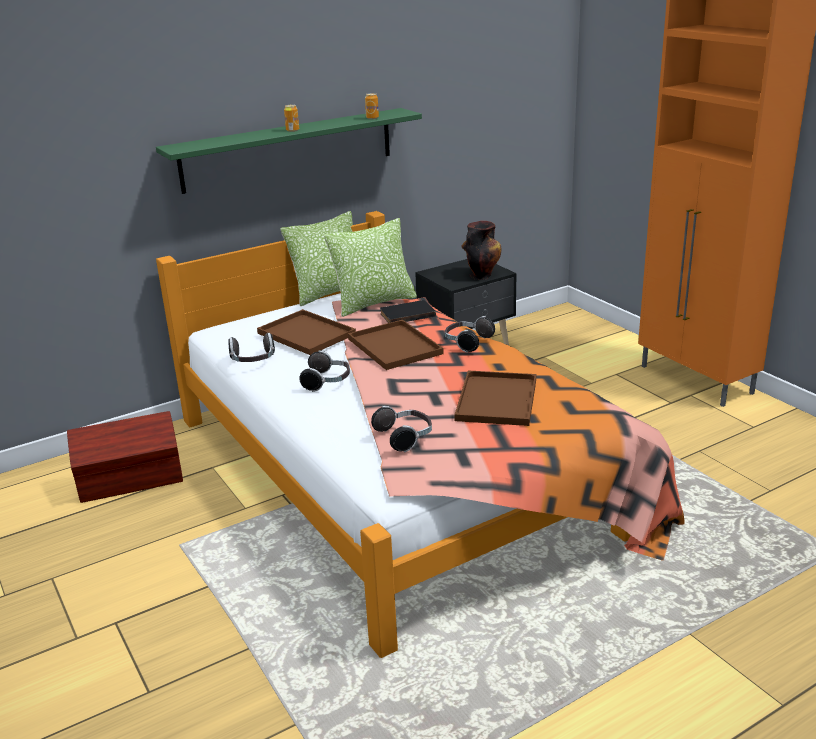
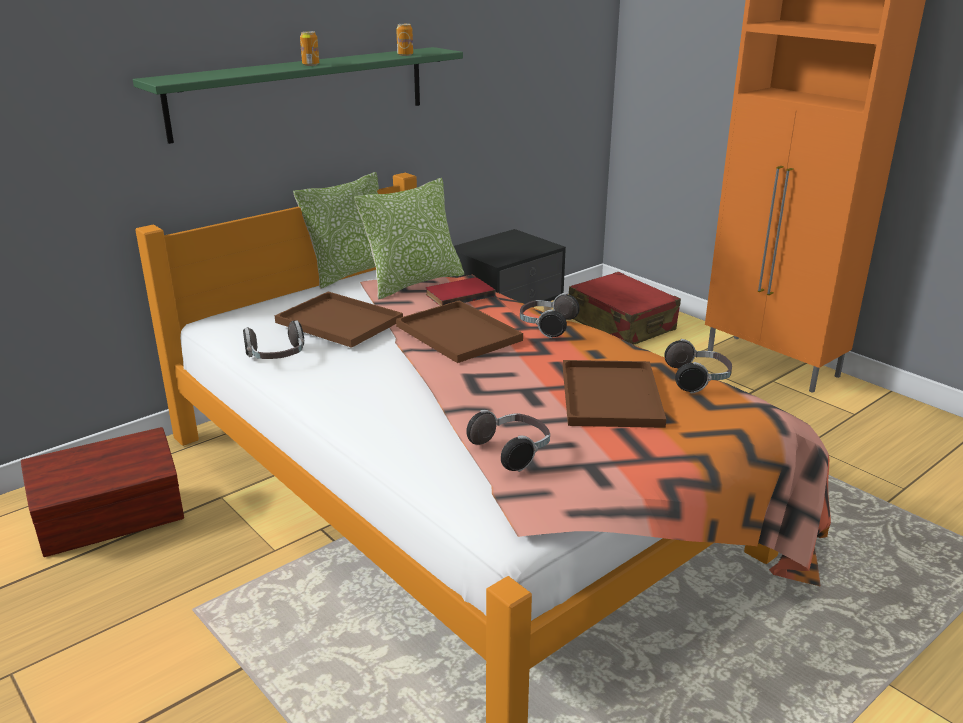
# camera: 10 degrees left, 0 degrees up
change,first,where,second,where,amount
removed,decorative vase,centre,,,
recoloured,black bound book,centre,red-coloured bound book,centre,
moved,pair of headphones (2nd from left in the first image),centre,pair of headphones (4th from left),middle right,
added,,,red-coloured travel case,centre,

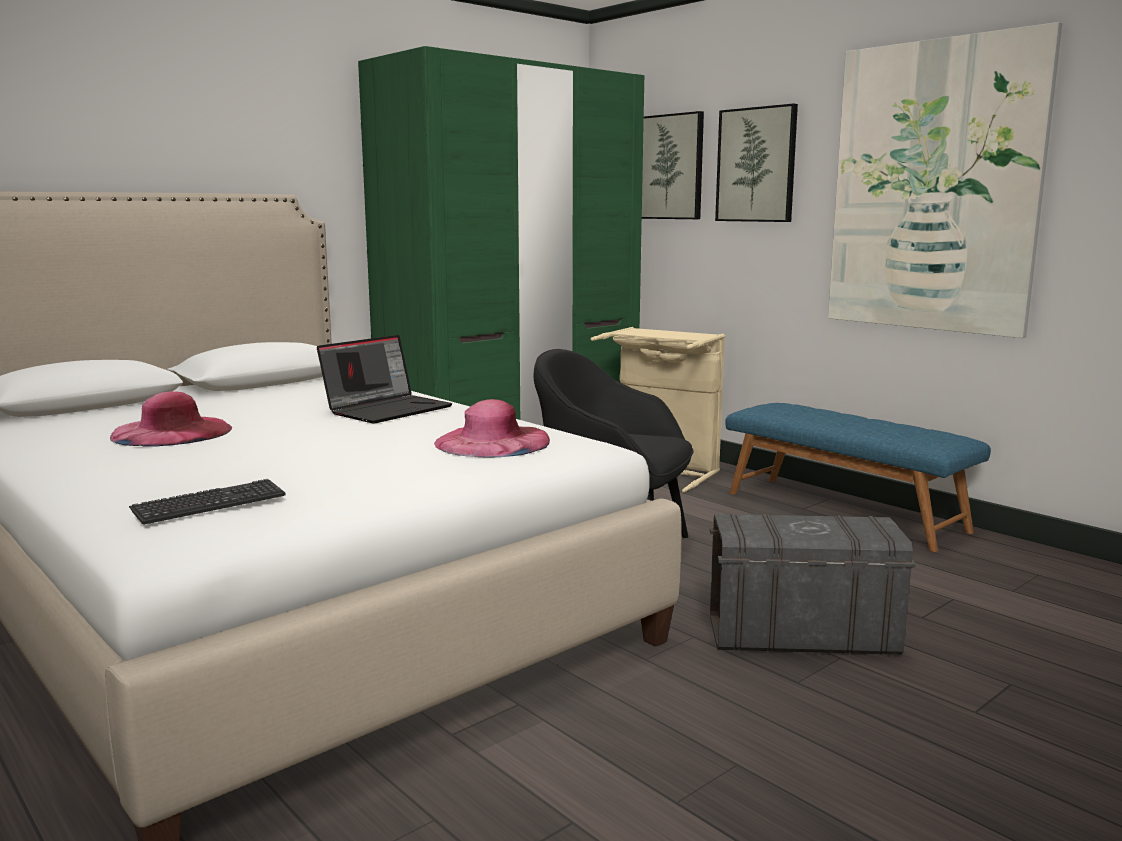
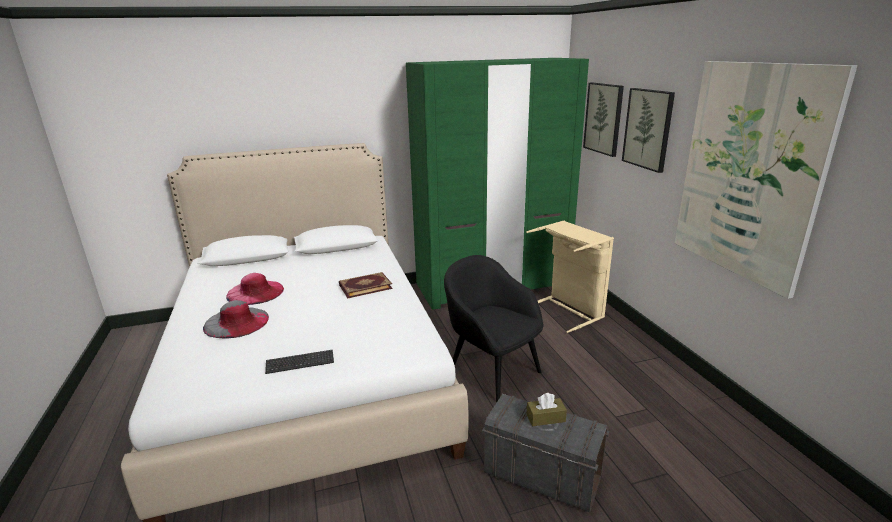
# camera: 25 degrees right, 10 degrees up
change,first,where,second,where,amount
replaced,portable computer,centre,bound book,centre,
removed,pinkish hat (2nd from left),centre,,,
removed,blue long seat,middle right,,,
moved,computer keyboard,middle left,,bottom centre,
added,,,gray hat,middle left,
added,,,brownish tissue holder,bottom centre,

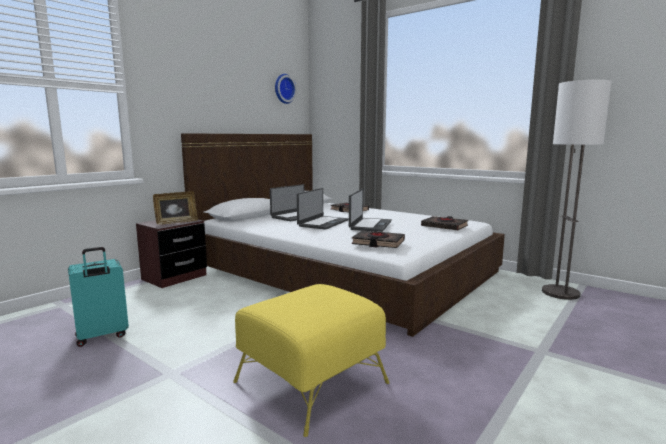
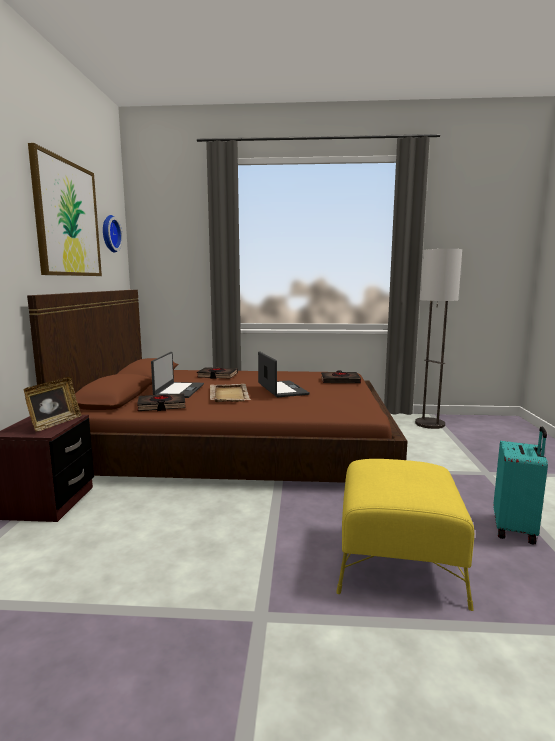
# camera: 35 degrees left, 0 degrees up
change,first,where,second,where,amount
recoloured,white-coloured bedroom bed,centre,brownish bedroom bed,centre,
replaced,portable computer (2nd from left),centre,beige-coloured tray,centre,
moved,black bound book (2nd from left in the first image),centre,black bound book (1st from left),middle left,
moved,blue-green travel case,bottom left,,middle right,
added,,,wall picture,top left,

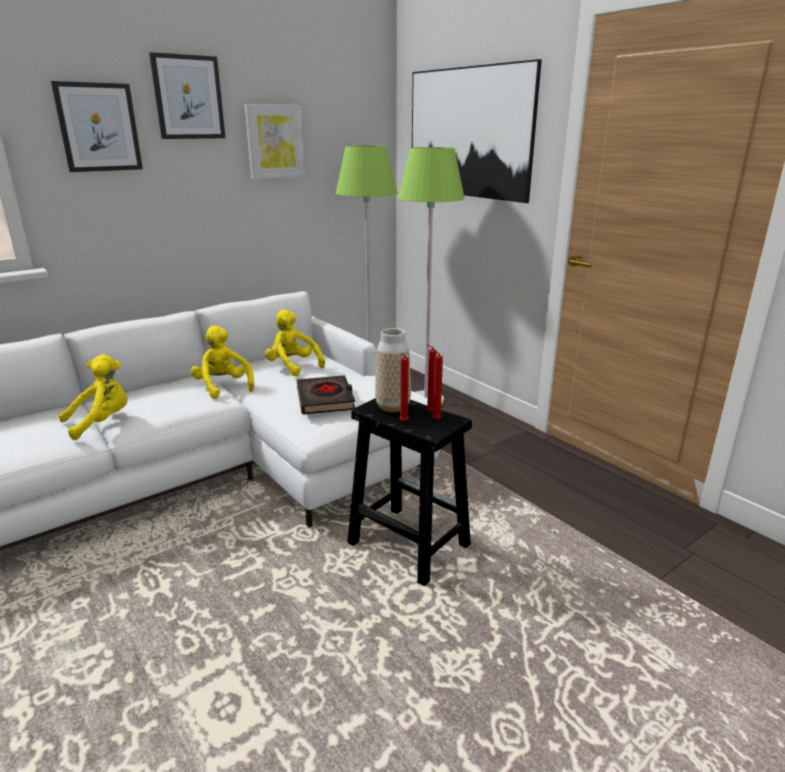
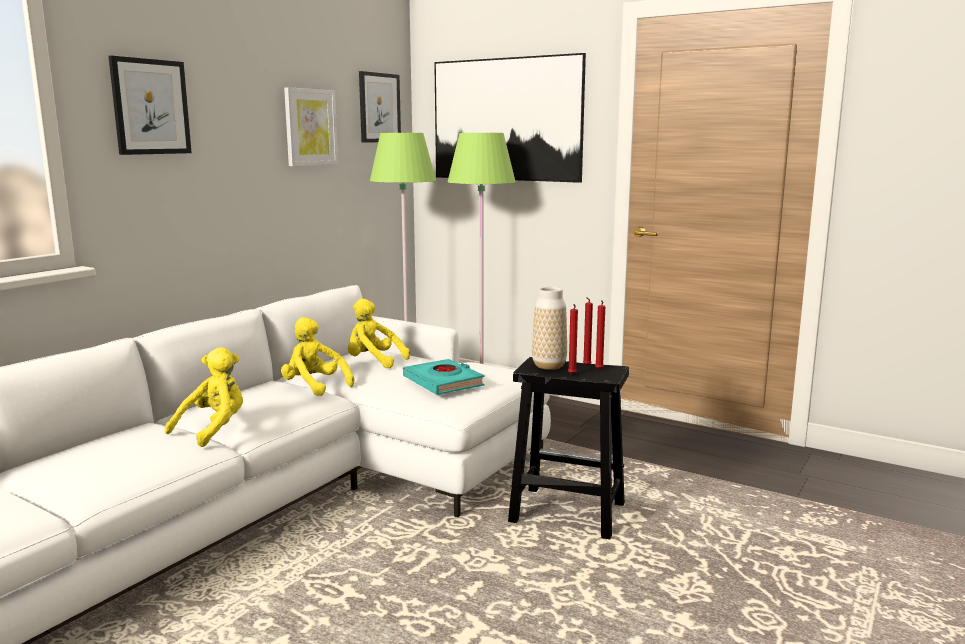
# camera: 20 degrees left, 10 degrees down
change,first,where,second,where,amount
moved,wall picture (2nd from left in the first image),top left,wall picture (3rd from left),top centre,
recoloured,black bound book,centre,blue-green bound book,centre,

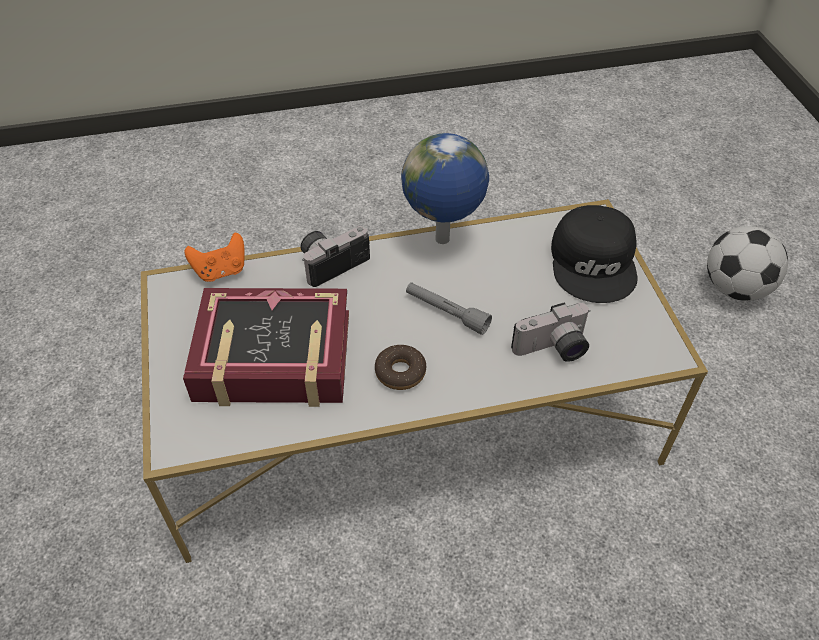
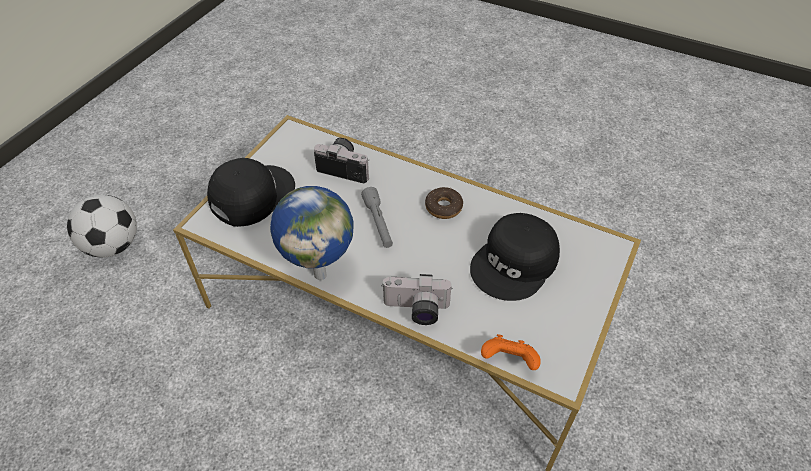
# camera: 140 degrees left, 0 degrees up
change,first,where,second,where,amount
replaced,bound book,middle left,black cap (2nd from left),centre,

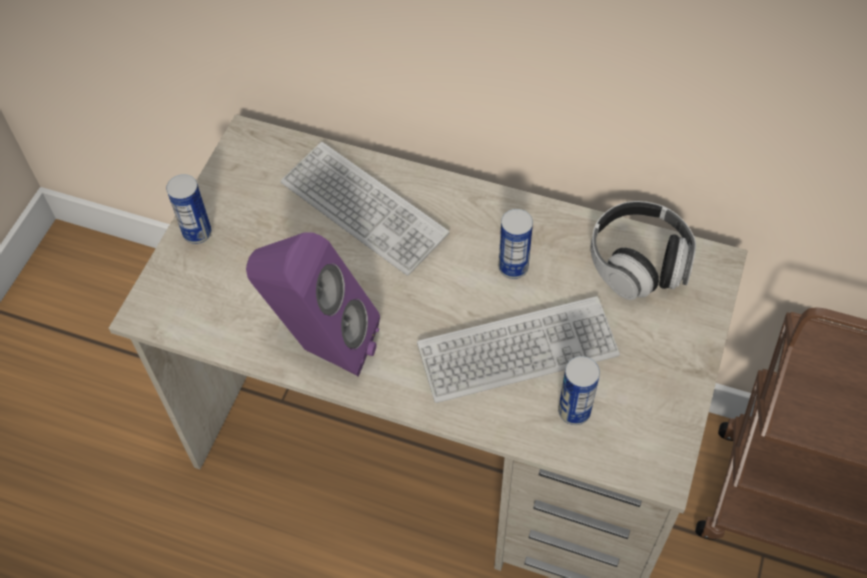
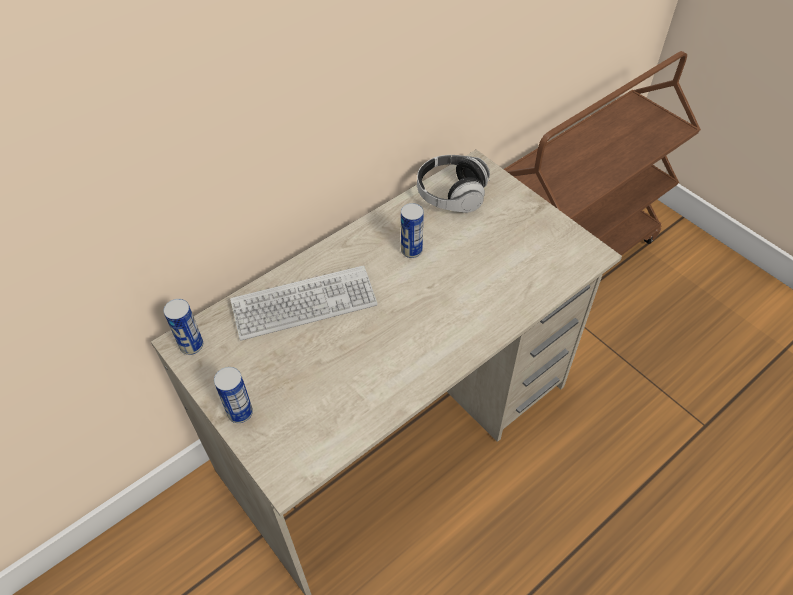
# camera: 60 degrees left, 5 degrees down
change,first,where,second,where,amount
removed,purplish audio speaker,centre,,,
removed,computer keyboard (2nd from left),centre,,,
moved,can (3rd from left in the first image),bottom right,can (1st from left),middle left,

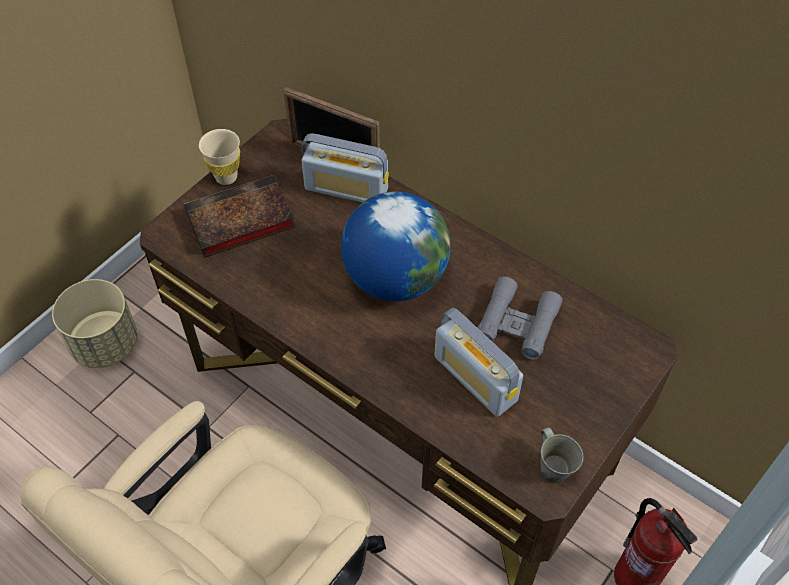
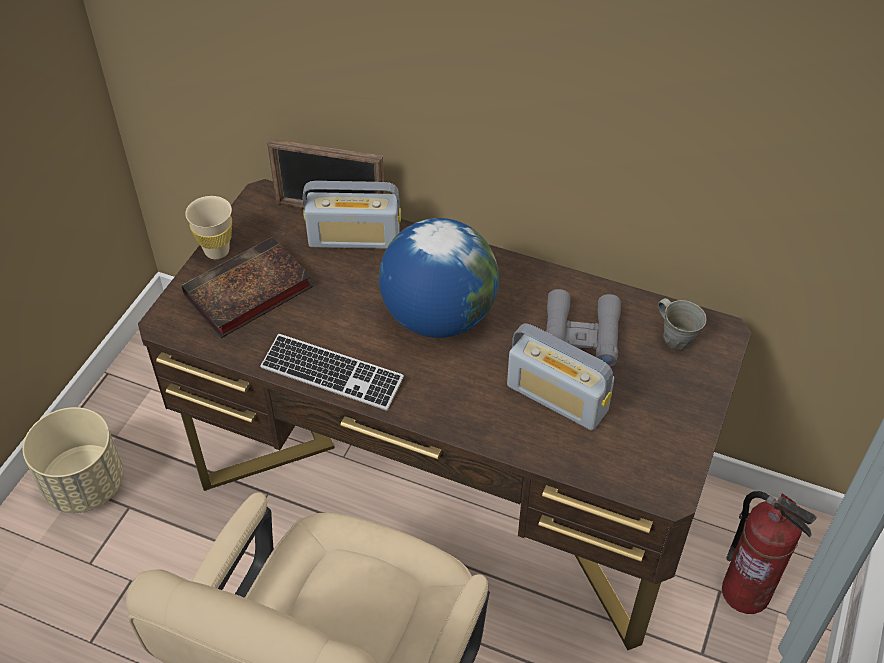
# camera: 15 degrees left, 5 degrees down
change,first,where,second,where,amount
moved,gray mug,bottom right,,middle right,
added,,,computer keyboard,centre,

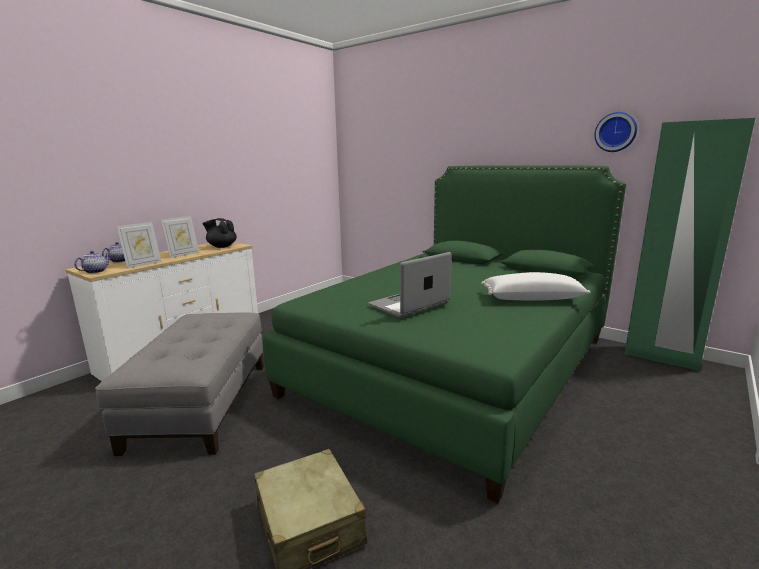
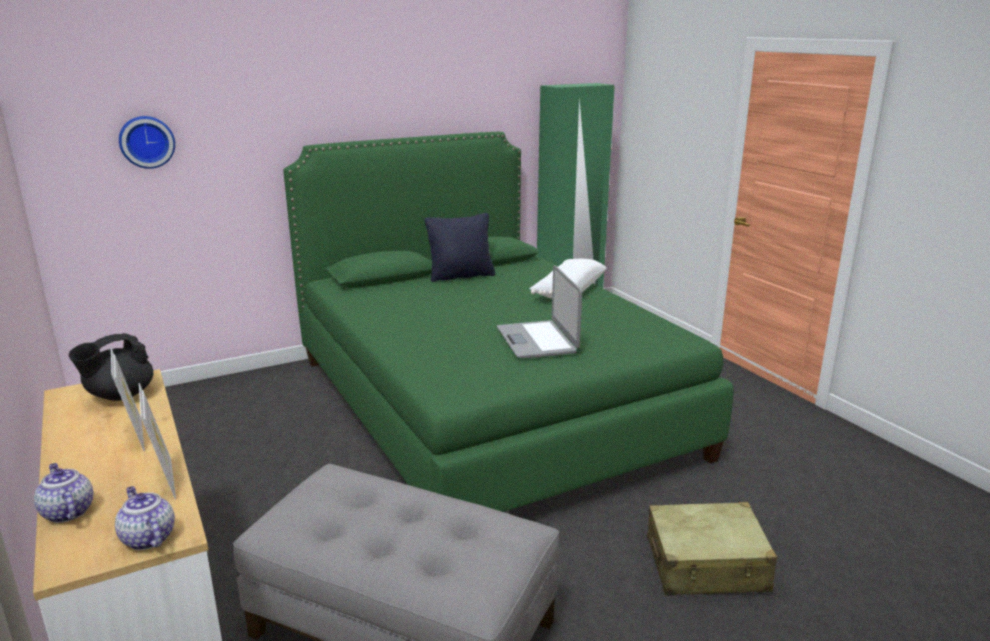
# camera: 65 degrees left, 5 degrees up
change,first,where,second,where,amount
moved,wall clock,top right,,top left,
added,,,black throw pillow,centre,

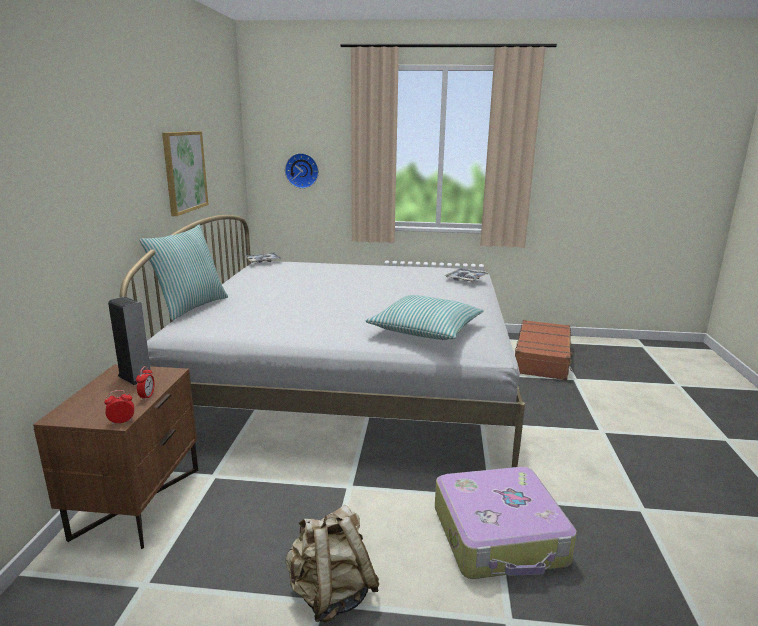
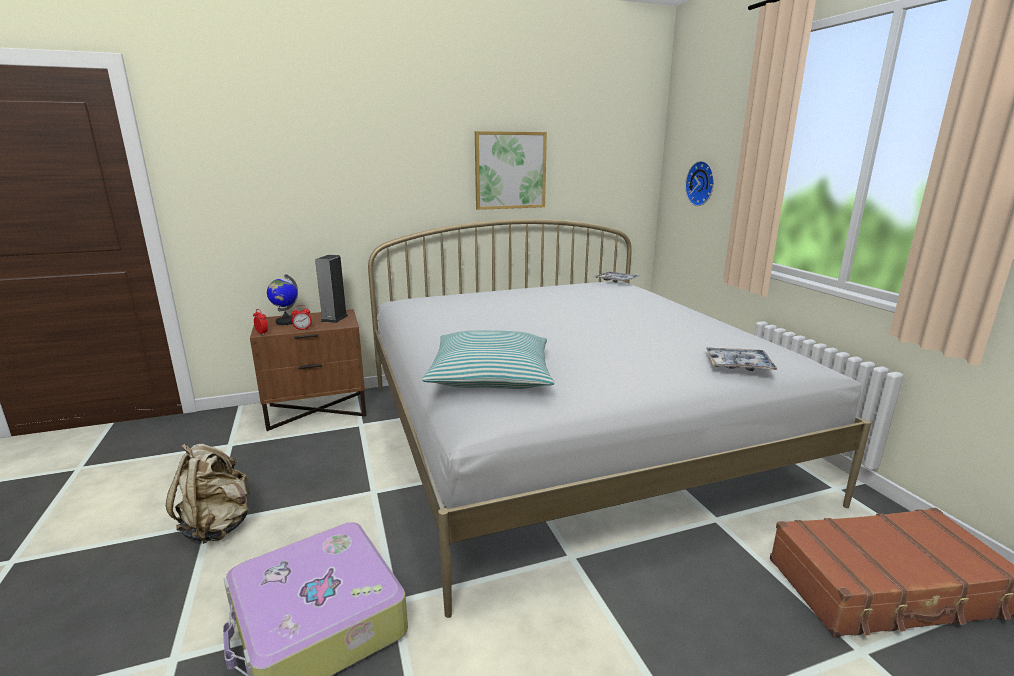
# camera: 65 degrees right, 0 degrees up
change,first,where,second,where,amount
removed,throw pillow (1st from left),middle left,,,
added,,,desk globe,middle left,

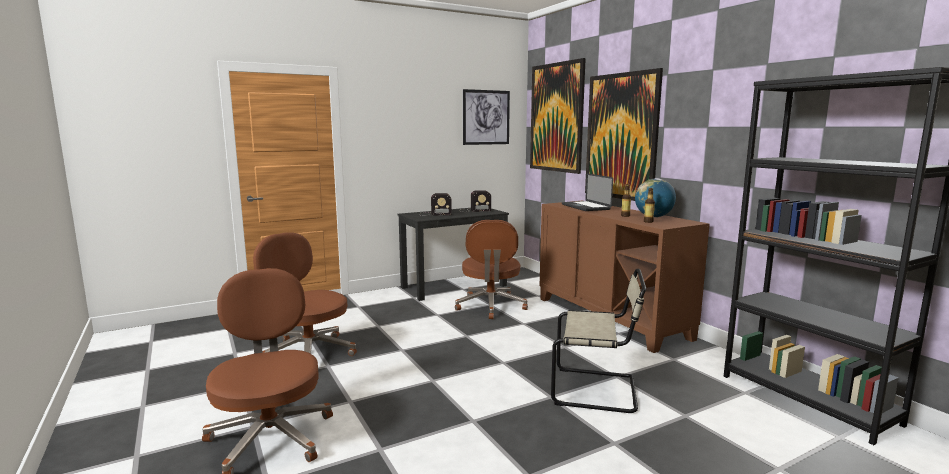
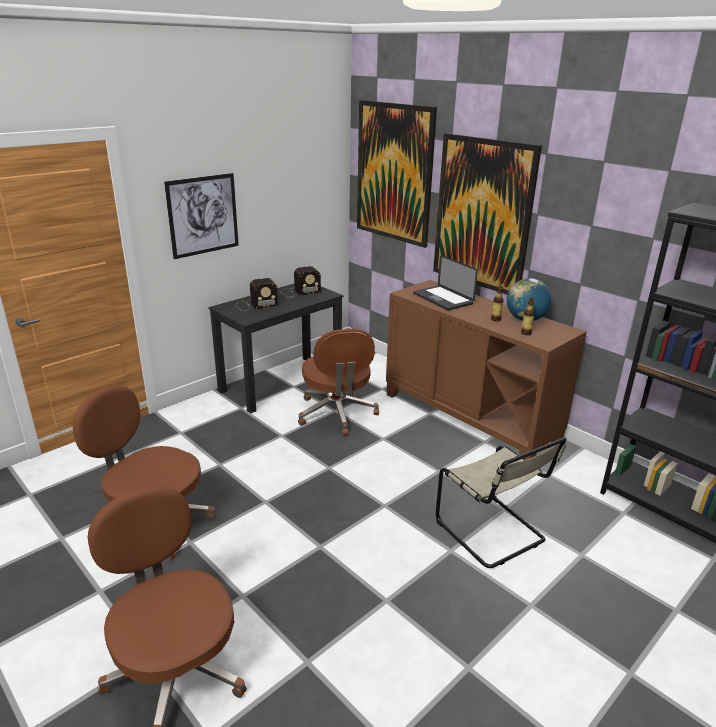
# camera: 15 degrees left, 15 degrees up
change,first,where,second,where,amount
moved,wall picture (1st from left),top centre,,top left,
turned,beige-coloured chair,bottom centre,,bottom right,60 degrees clockwise

